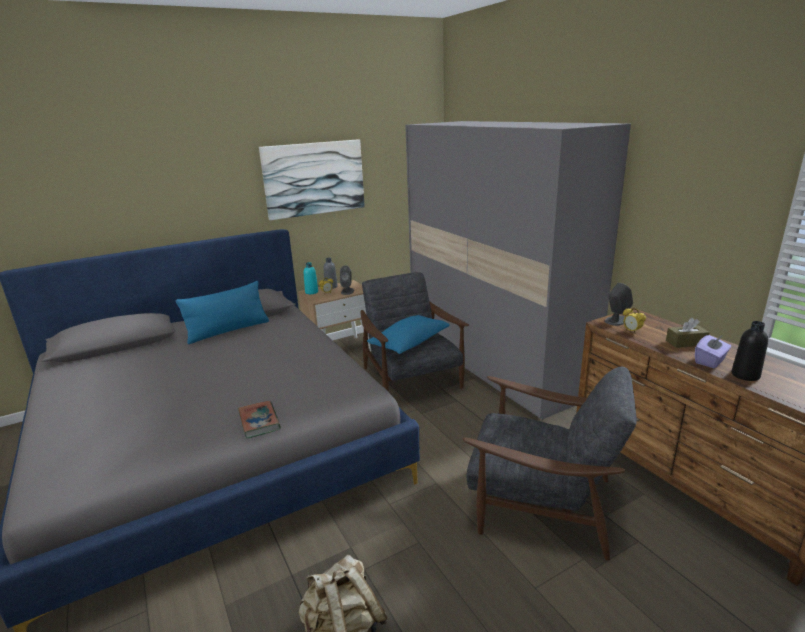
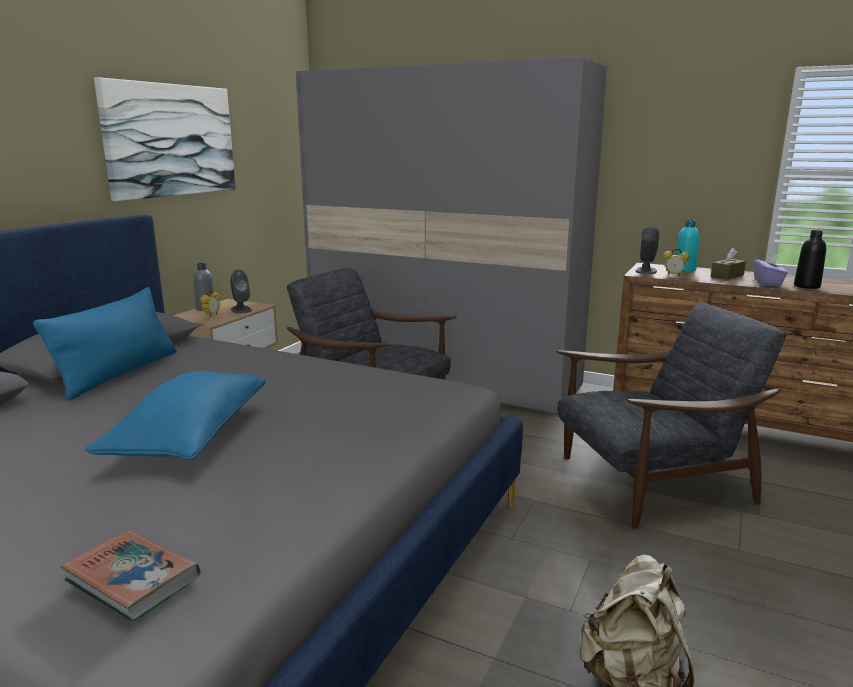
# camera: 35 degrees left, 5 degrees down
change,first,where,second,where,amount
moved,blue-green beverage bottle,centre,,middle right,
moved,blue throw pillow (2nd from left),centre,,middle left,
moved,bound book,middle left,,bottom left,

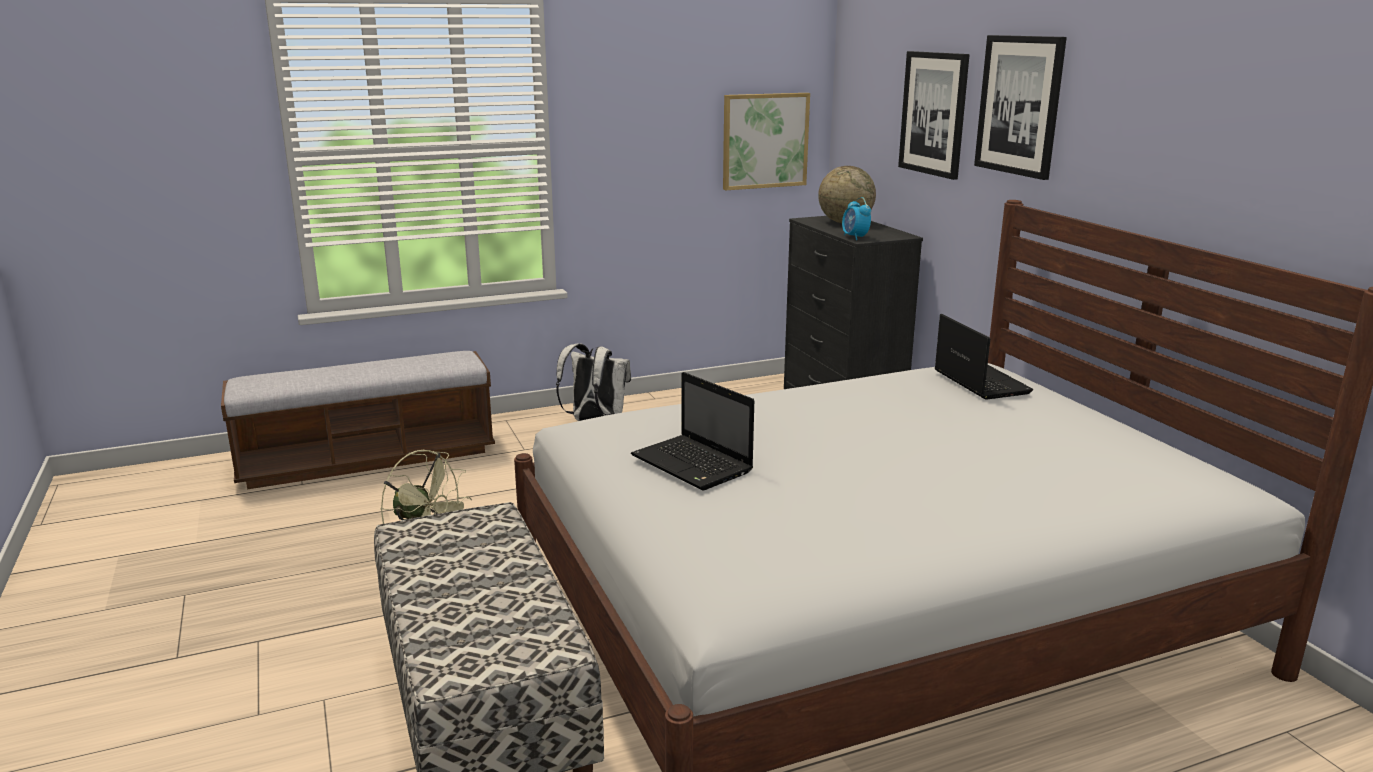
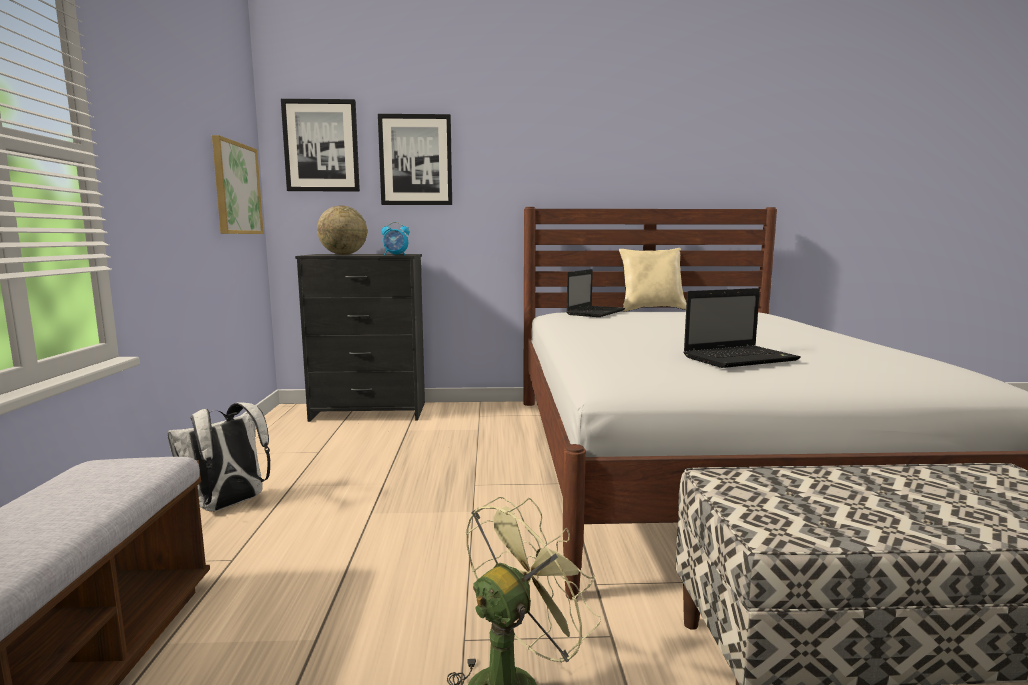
# camera: 70 degrees left, 10 degrees down
change,first,where,second,where,amount
moved,wall picture (3rd from left in the first image),top right,wall picture (2nd from left),top left,
turned,portable computer (2nd from left in the first image),middle right,portable computer (1st from left),centre,120 degrees clockwise
added,,,beige-coloured throw pillow,centre,

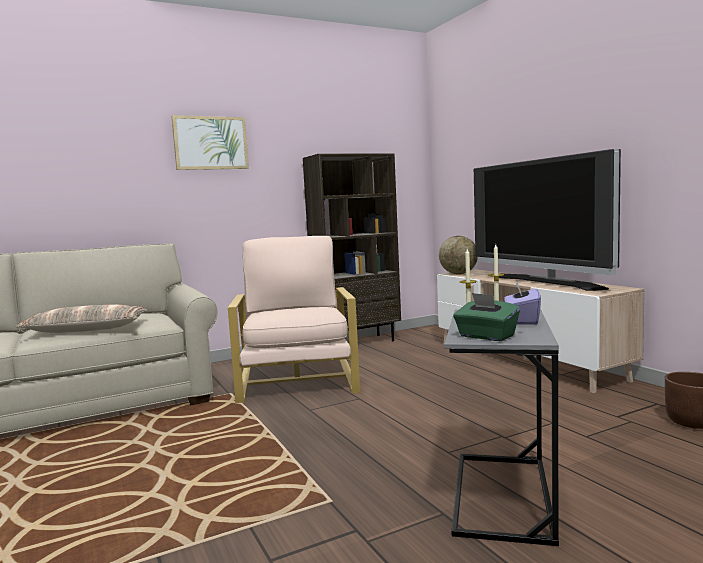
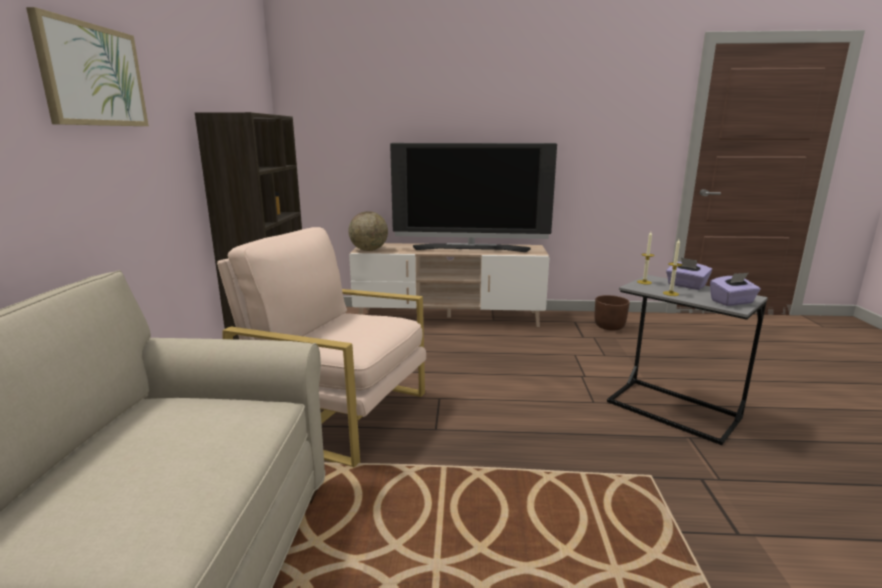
# camera: 60 degrees left, 10 degrees up
change,first,where,second,where,amount
recoloured,green-coloured tissue holder,middle right,purplish tissue holder (2nd from left),middle right,
removed,throw pillow,middle left,,,

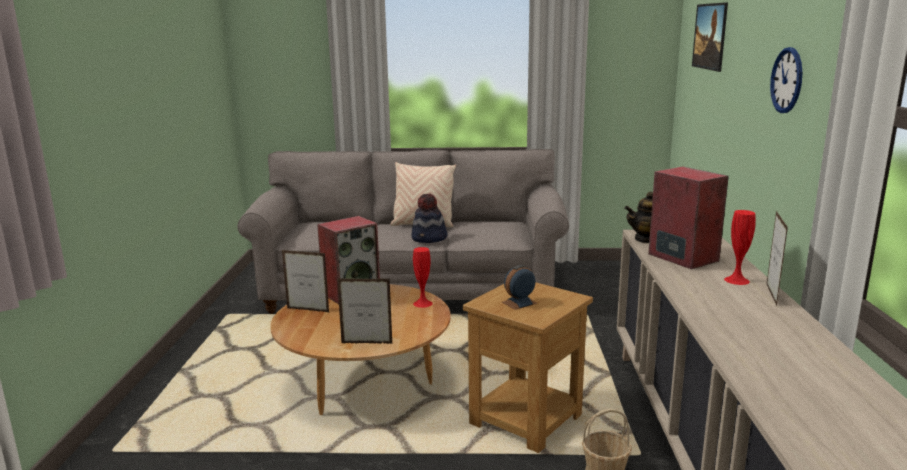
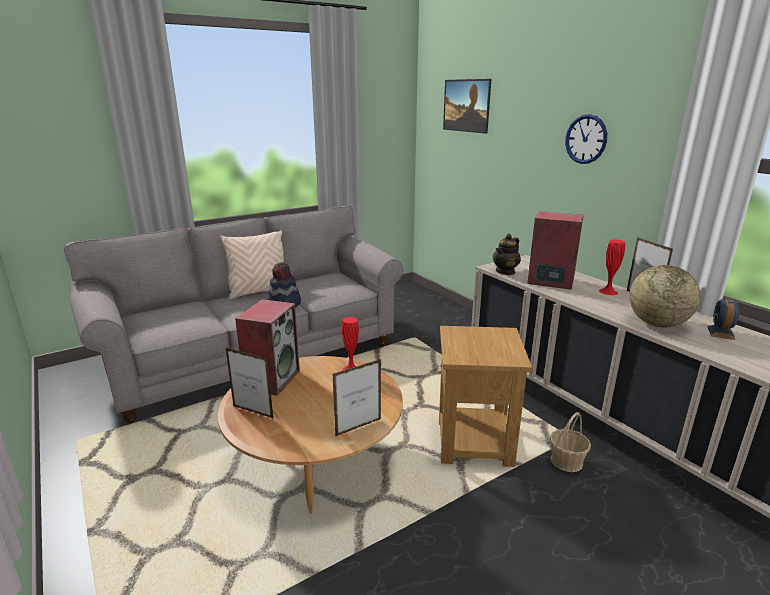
# camera: 35 degrees left, 5 degrees up
change,first,where,second,where,amount
turned,picture frame (1st from left),centre,,middle left,135 degrees counterclockwise
moved,bedside clock,centre,,middle right,
added,,,desk globe,middle right,

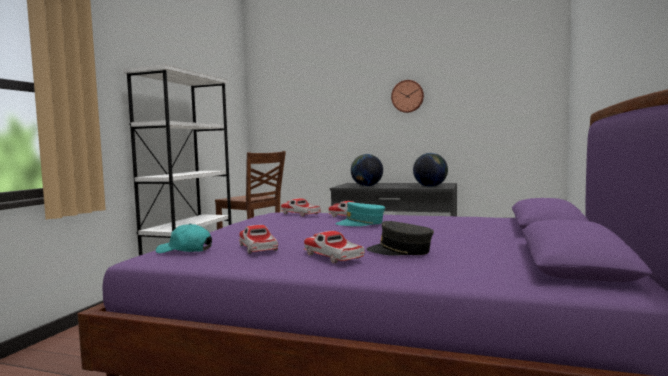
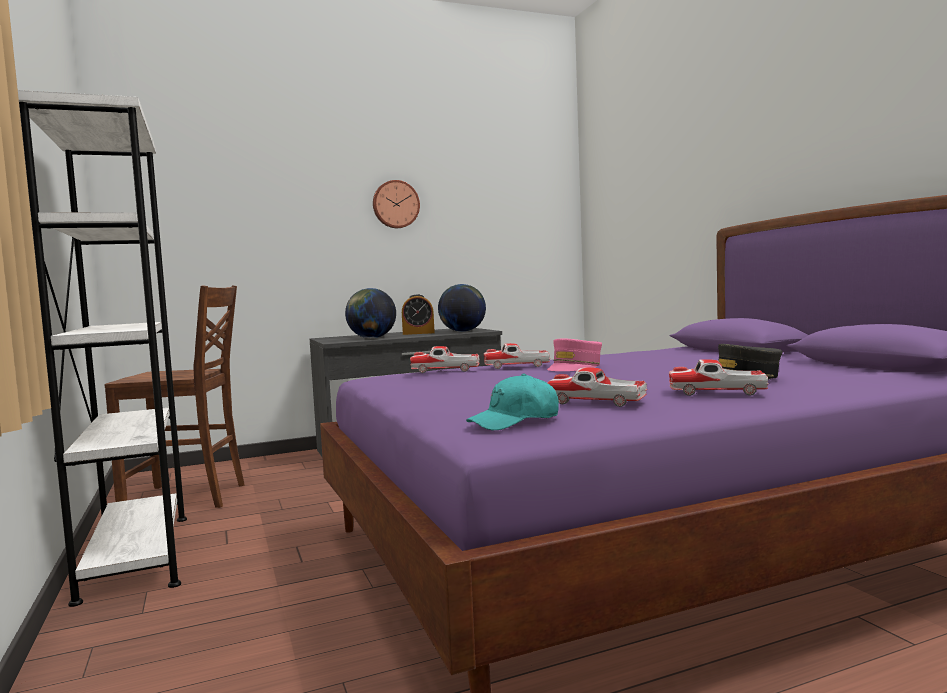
# camera: 40 degrees left, 0 degrees up
change,first,where,second,where,amount
recoloured,blue-green cap (2nd from left),centre,pinkish cap,centre,
added,,,bedside clock,centre,

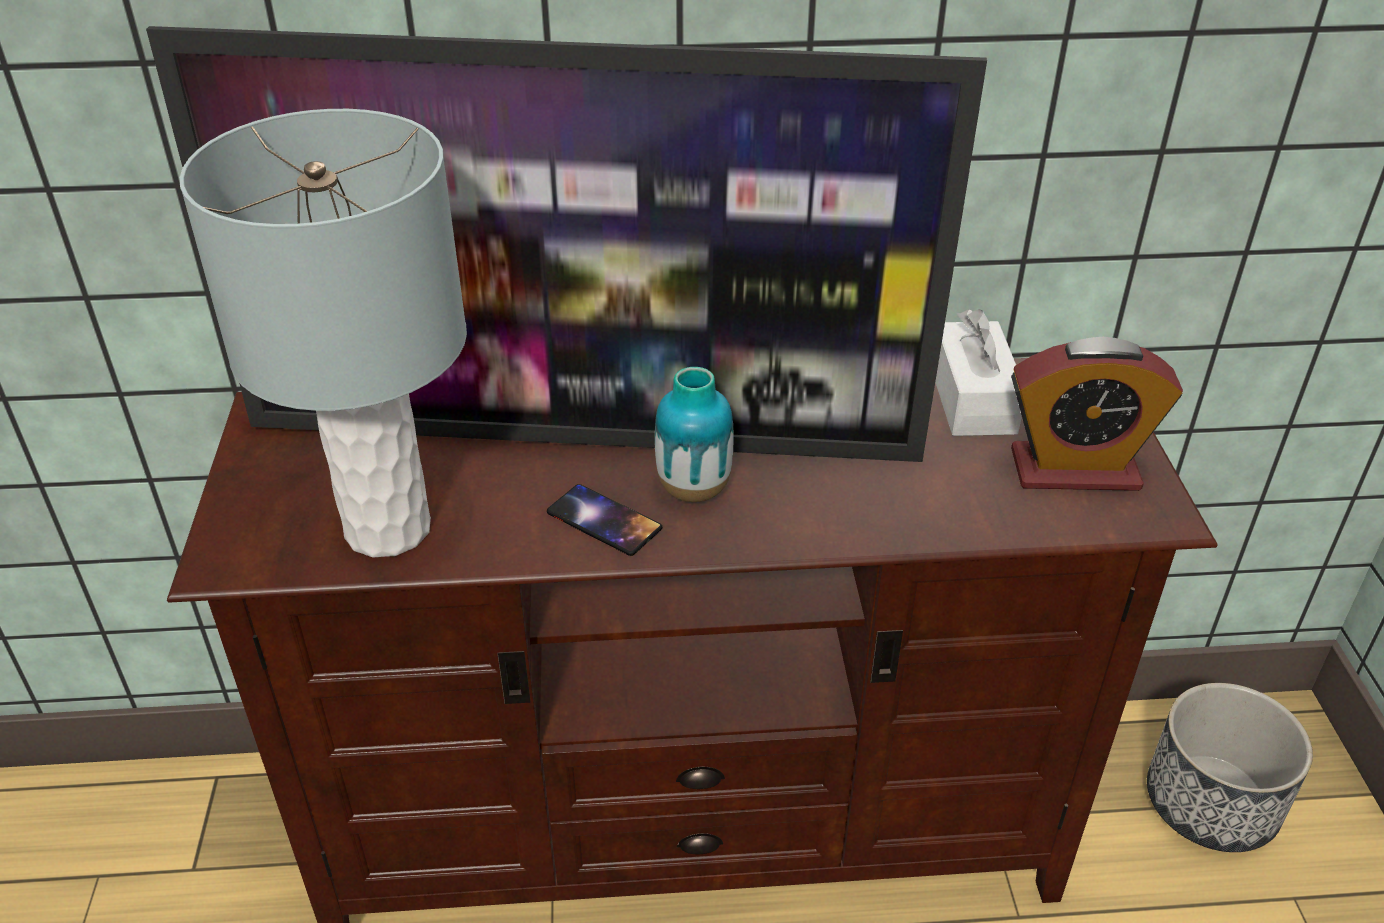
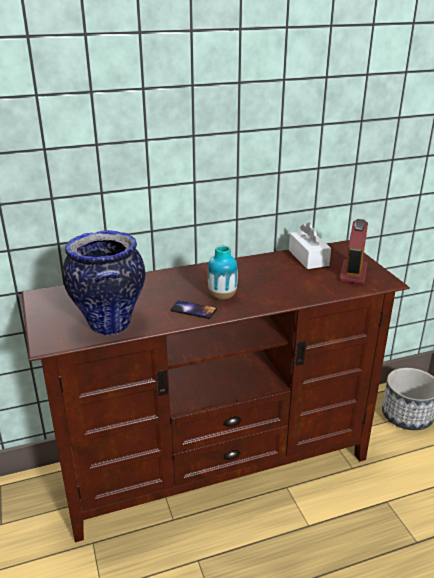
# camera: 15 degrees left, 10 degrees down
change,first,where,second,where,amount
removed,television,top centre,,,
replaced,gray table lamp,middle left,decorative vase (1st from left),middle left,
turned,bedside clock,middle right,,middle right,60 degrees counterclockwise

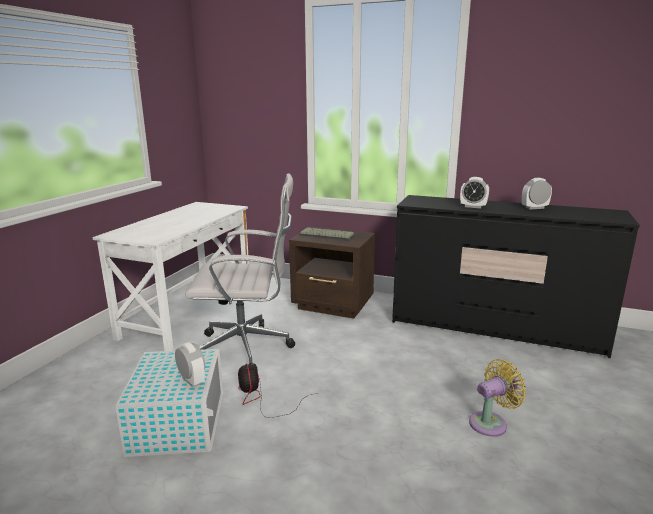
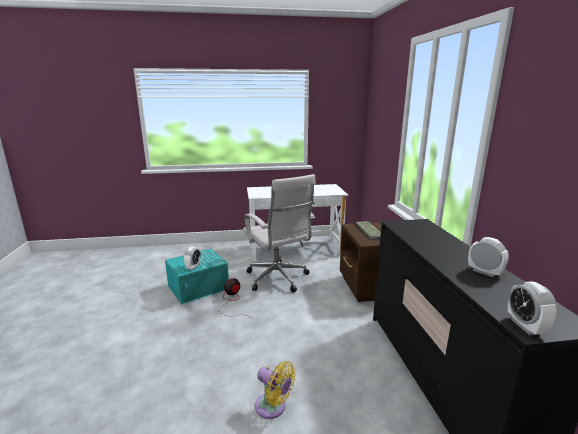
# camera: 60 degrees right, 0 degrees up
change,first,where,second,where,amount
moved,bedside clock (2nd from left in the first image),middle right,bedside clock (3rd from left),bottom right,
recoloured,white-coloured storage bin,bottom left,blue-green storage bin,centre,

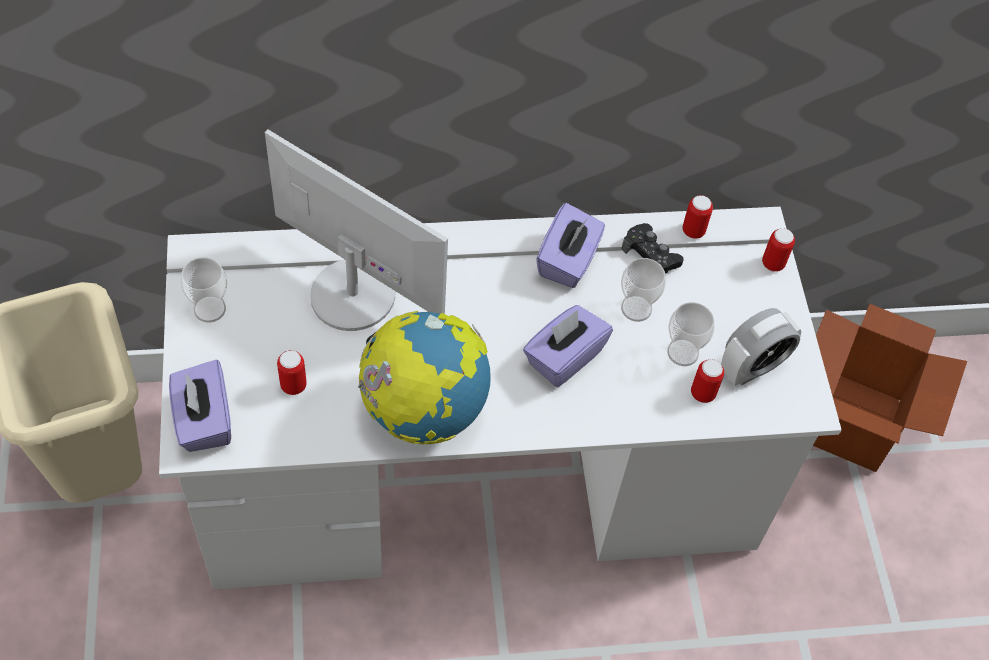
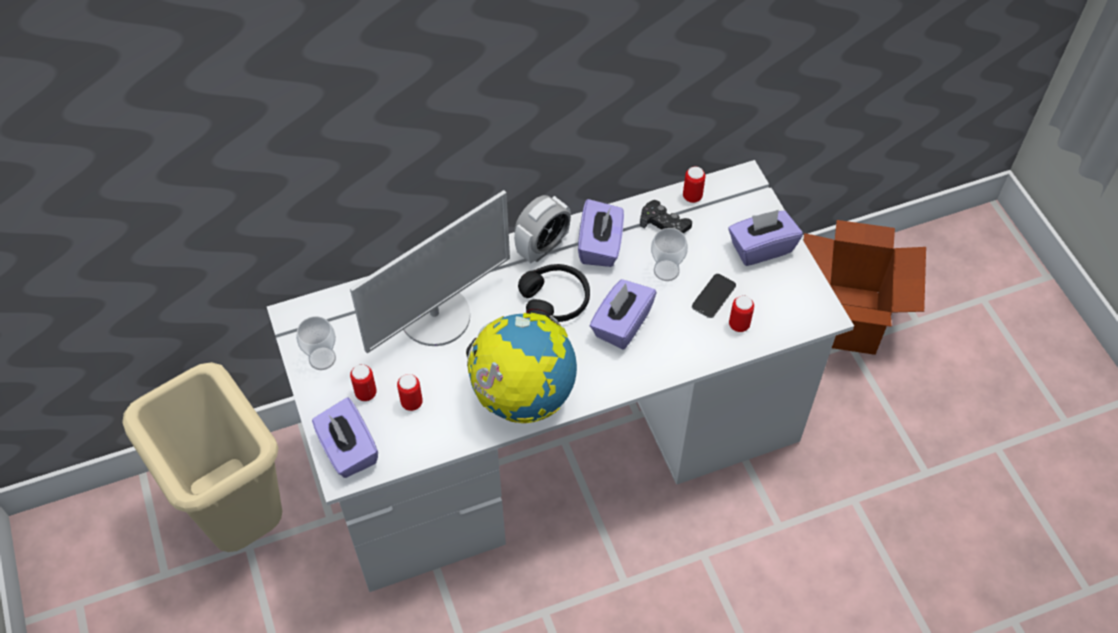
# camera: 10 degrees left, 0 degrees up
change,first,where,second,where,amount
turned,computer screen,centre,,centre,120 degrees clockwise
moved,can (4th from left in the first image),middle right,can (1st from left),middle left,
replaced,drinking cup (3rd from left),middle right,phone,centre,
moved,bedside clock,middle right,,centre,
added,,,purplish tissue holder (4th from left),middle right,
added,,,black pair of headphones,centre,

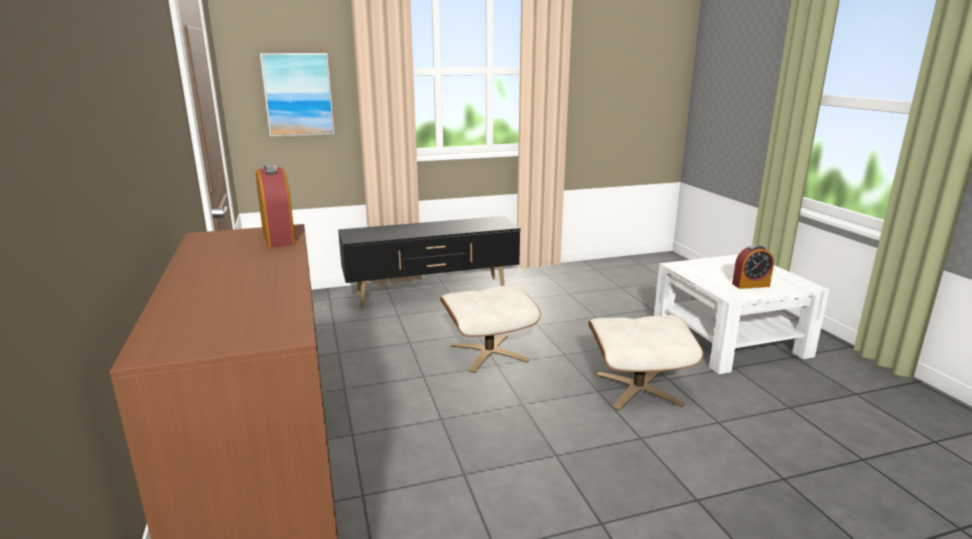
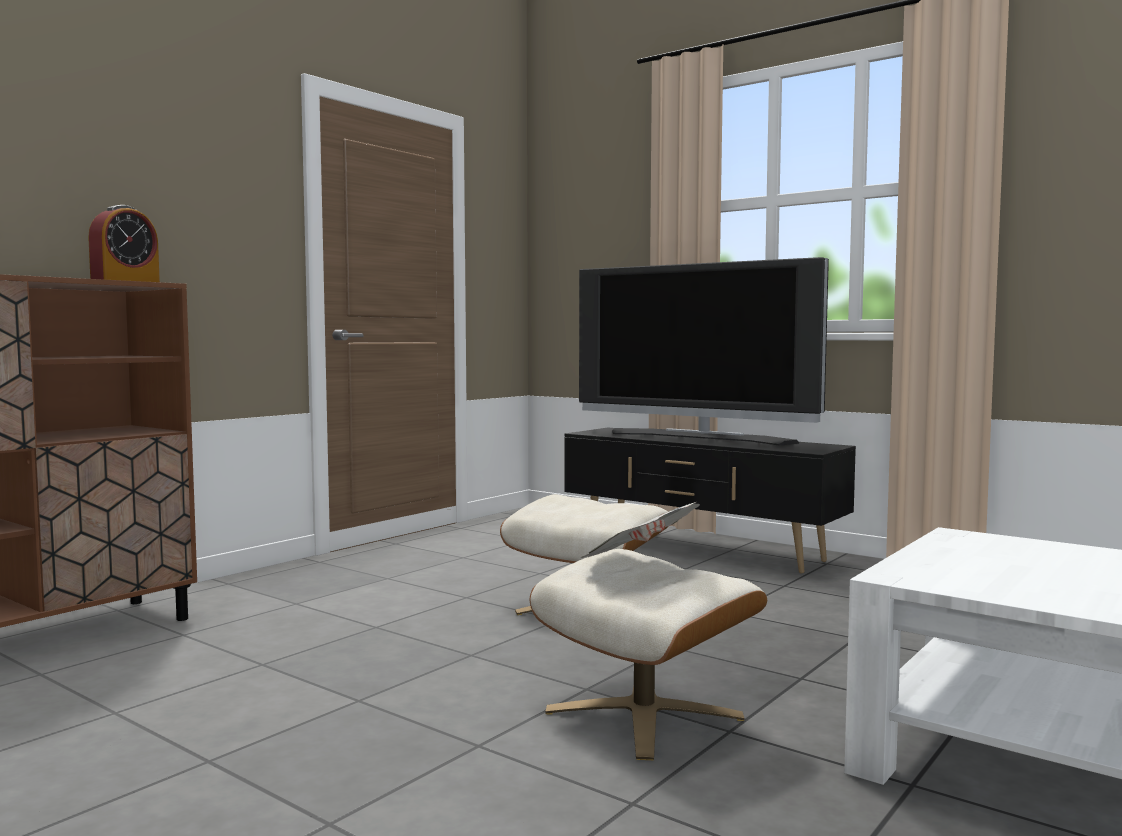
# camera: 55 degrees right, 15 degrees down
change,first,where,second,where,amount
removed,wall picture,top left,,,
removed,bedside clock (2nd from left),middle right,,,
added,,,television,centre,
added,,,newspaper,centre,

